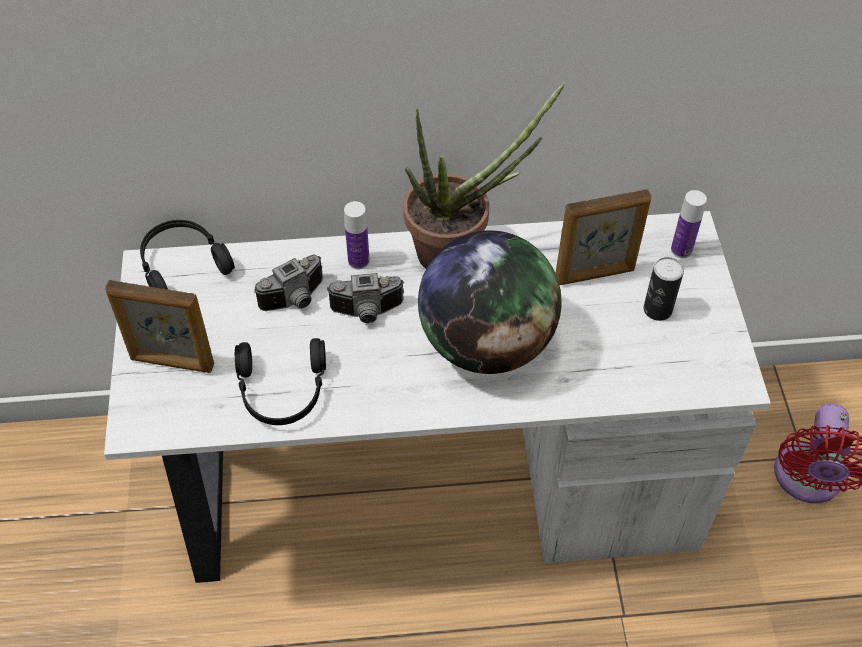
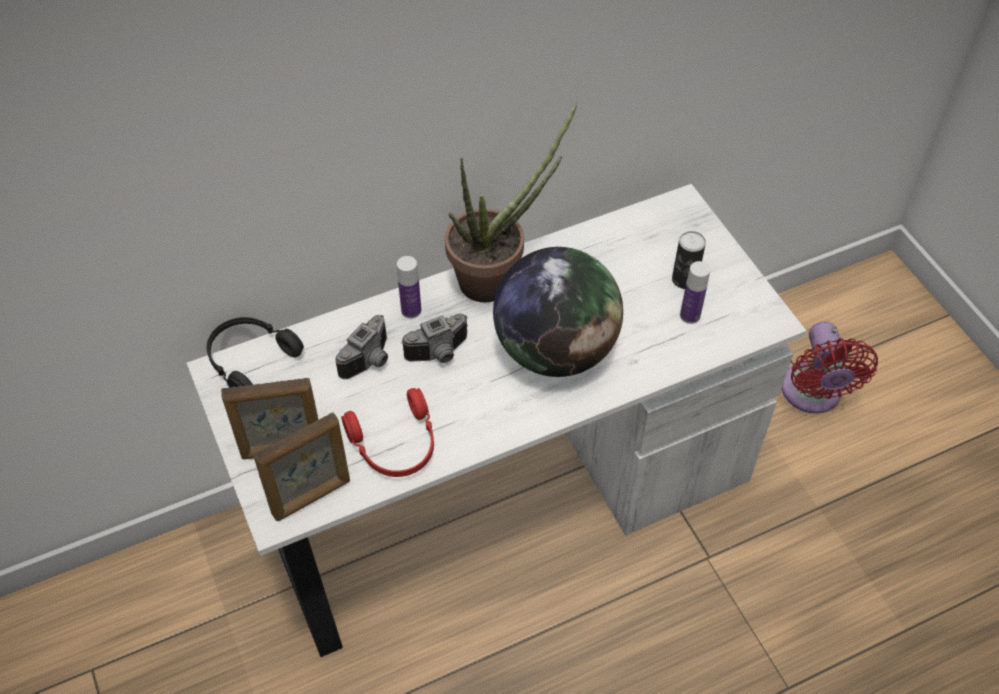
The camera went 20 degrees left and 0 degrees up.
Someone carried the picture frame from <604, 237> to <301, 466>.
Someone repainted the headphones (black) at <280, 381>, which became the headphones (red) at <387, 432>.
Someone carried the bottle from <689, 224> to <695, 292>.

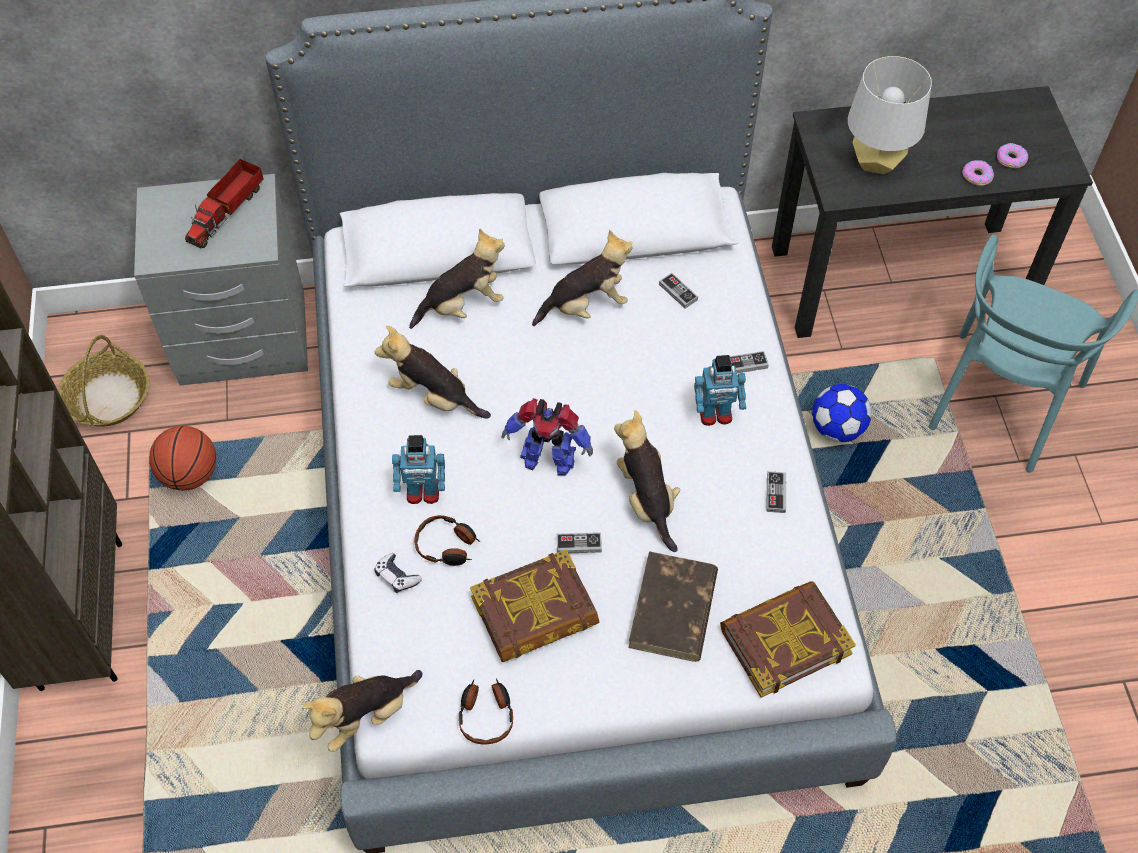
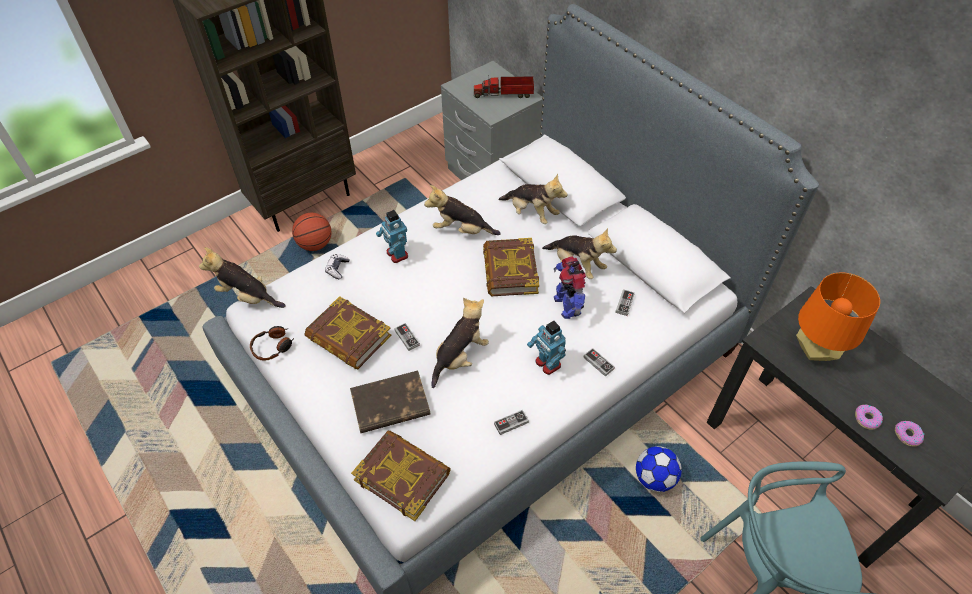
The camera went 60 degrees right and 5 degrees down.
Someone carried the basketball from <182, 458> to <311, 232>.
Someone rotated the plush toy at <433, 372> by 75 degrees counterclockwise.
Someone put down the book at <511, 267>.
Someone carried the toy robot from <547, 436> to <570, 287>.
Someone repainted the table lamp (grey) at <890, 115>, which became the table lamp (orange) at <838, 316>.
Someone took away the basket at <103, 381>.
Someone took away the headphones at <447, 540>.

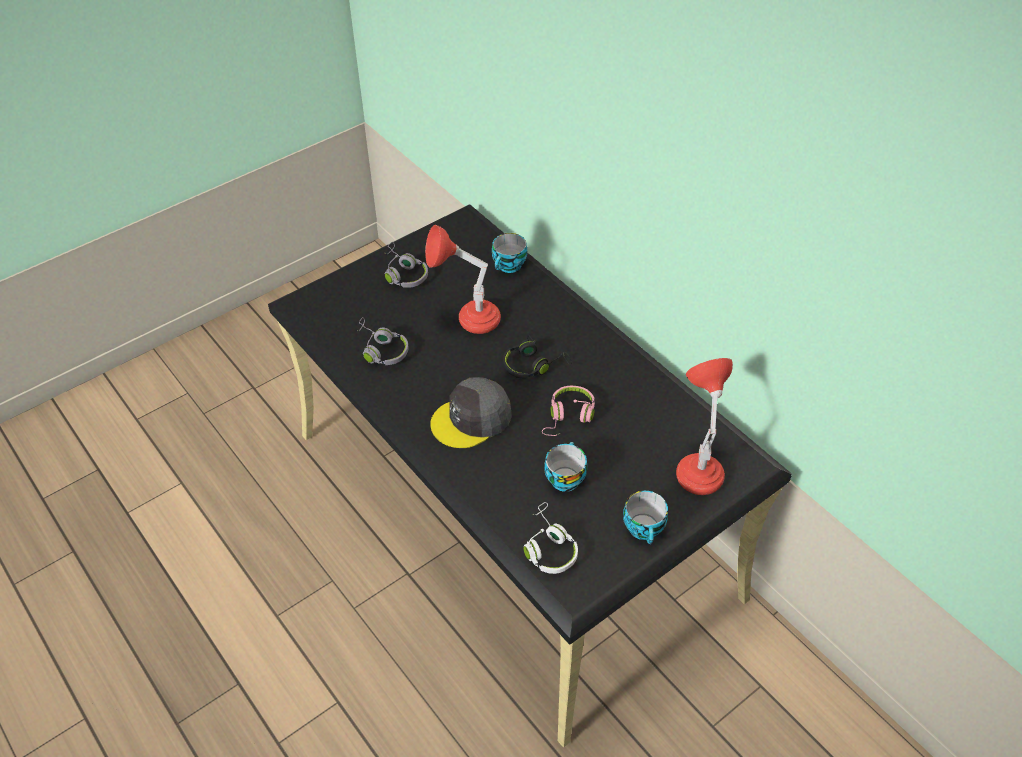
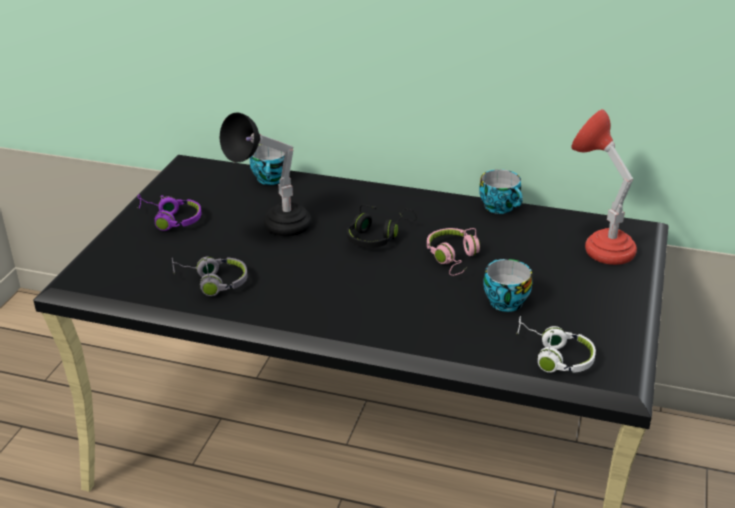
The camera went 35 degrees left and 15 degrees down.
Someone repainted the headphones (grey) at <406, 265>, which became the headphones (purple) at <169, 212>.
Someone repainted the table lamp (red) at <463, 279>, which became the table lamp (black) at <266, 174>.
Someone carried the cup from <645, 517> to <501, 191>.
Someone took away the cap (grey) at <471, 412>.

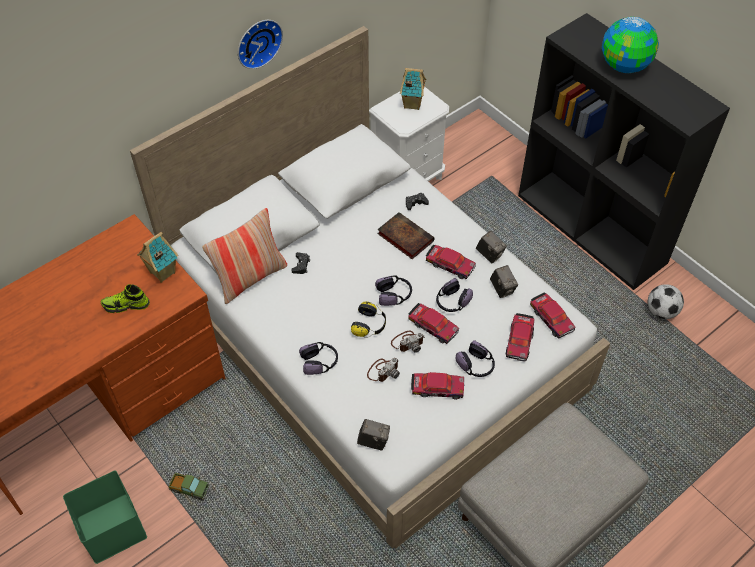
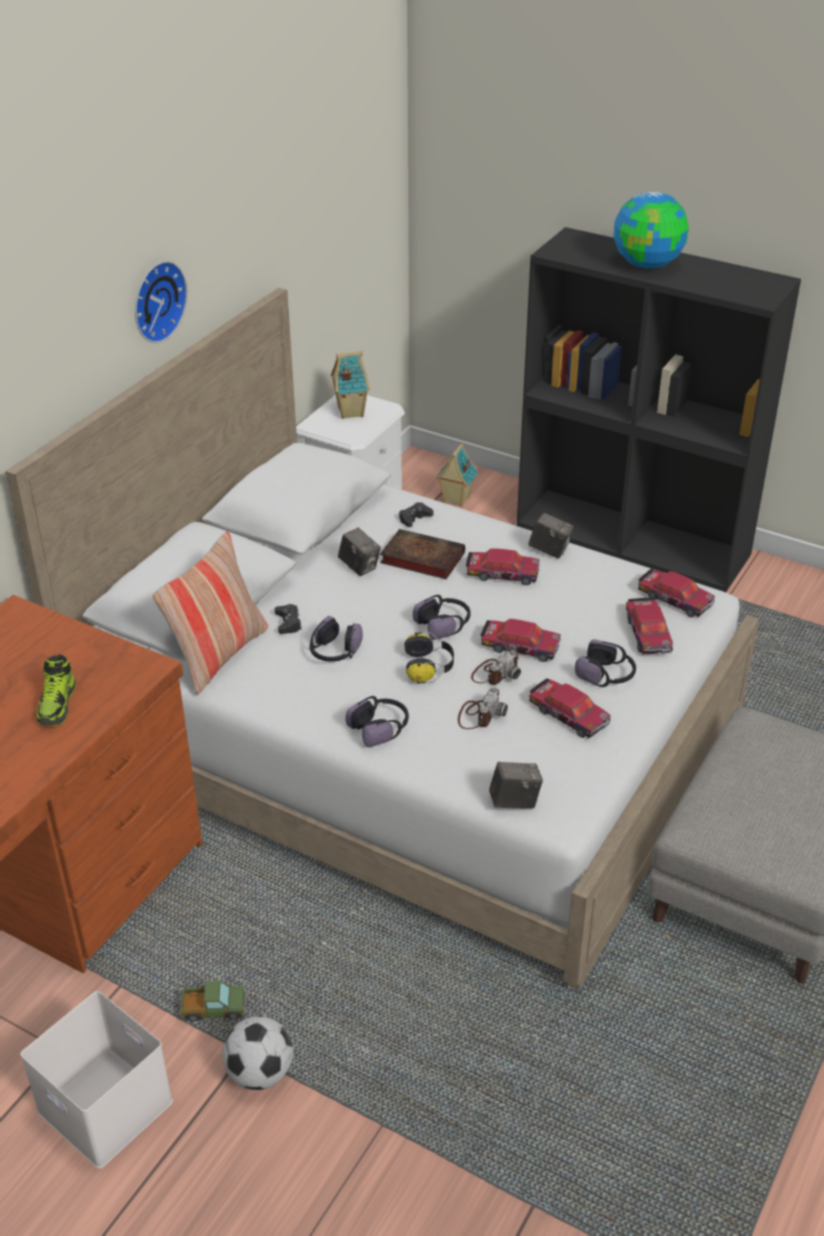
The camera went 20 degrees left and 15 degrees down.
Someone repainted the storage box (green) at <105, 517>, which became the storage box (white) at <96, 1080>.
Someone rotated the shoe at <125, 298> by 60 degrees counterclockwise.
Someone carried the football from <666, 301> to <257, 1053>.
Someone carried the headphones from <454, 295> to <336, 639>.
Someone carried the photo camera from <504, 281> to <359, 552>.
Someone carried the toy house from <157, 257> to <457, 475>.
Someone rotated the toy car at <437, 386> by 60 degrees clockwise.

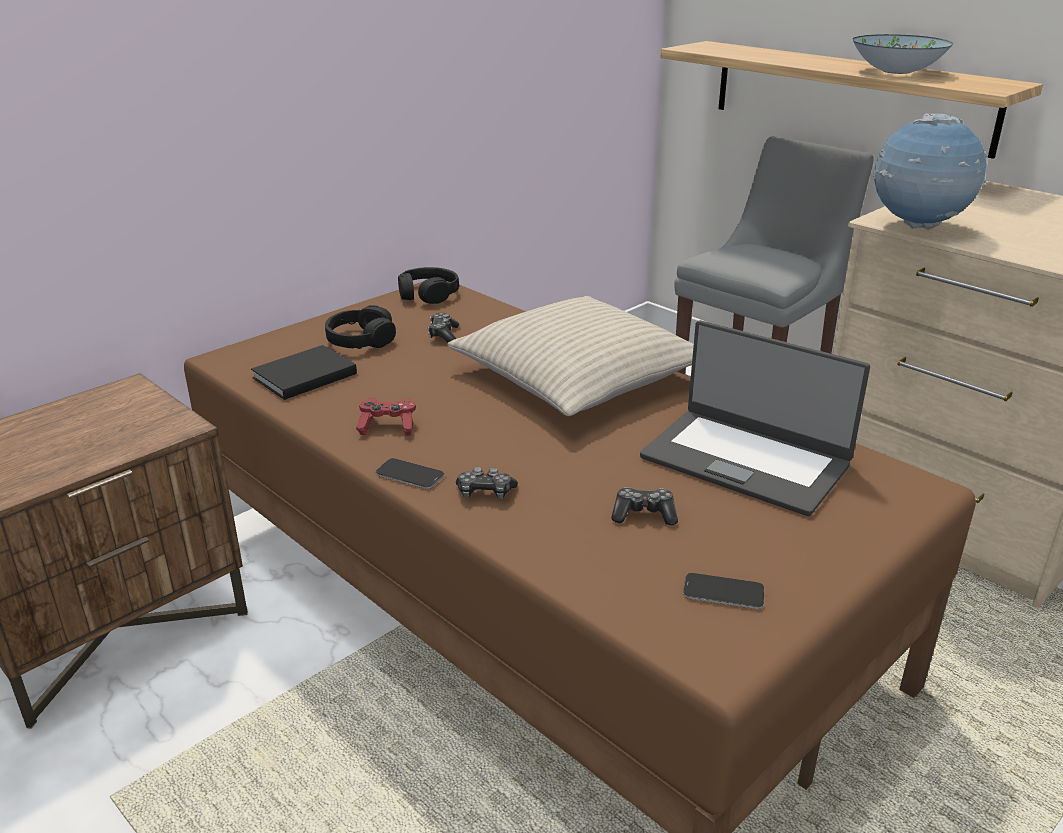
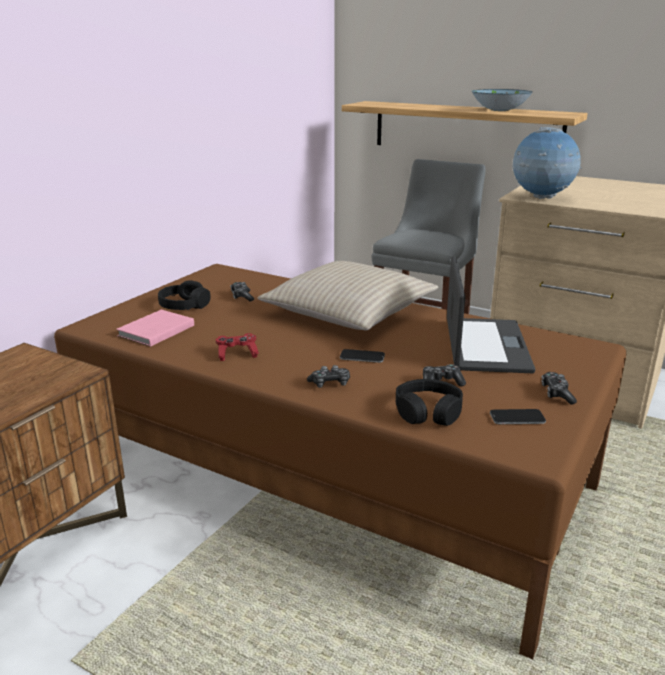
The camera went 15 degrees left and 5 degrees down.
Someone repainted the book (black) at <304, 372>, which became the book (pink) at <155, 328>.
Someone carried the phone from <410, 473> to <362, 356>.
Someone carried the headphones (black) from <428, 285> to <429, 402>.
Someone rotated the laptop at <755, 418> by 105 degrees counterclockwise.
Someone put down the game controller at <559, 388>.

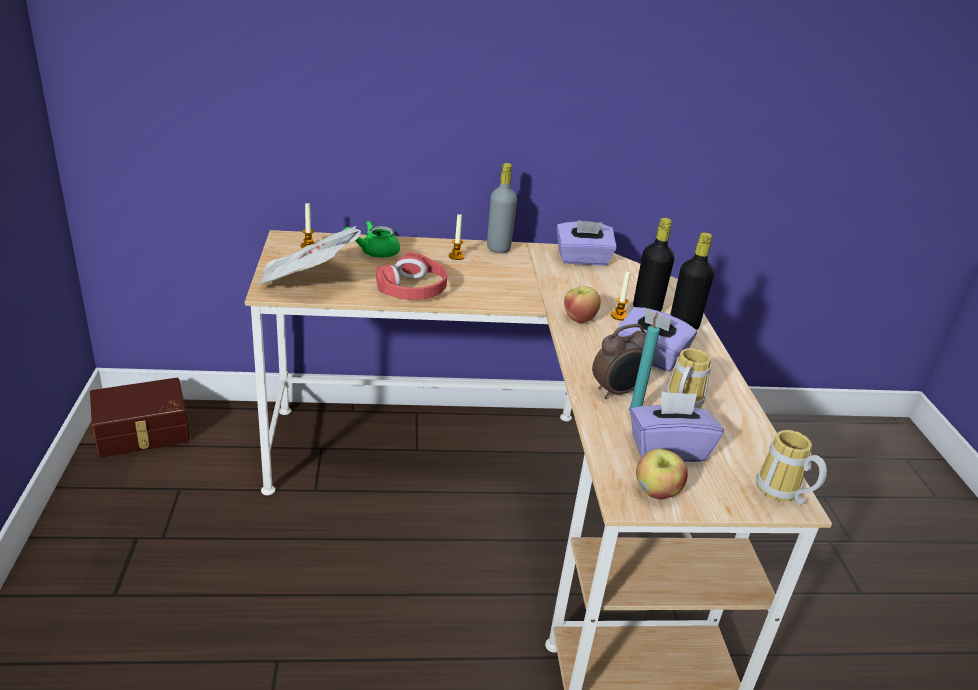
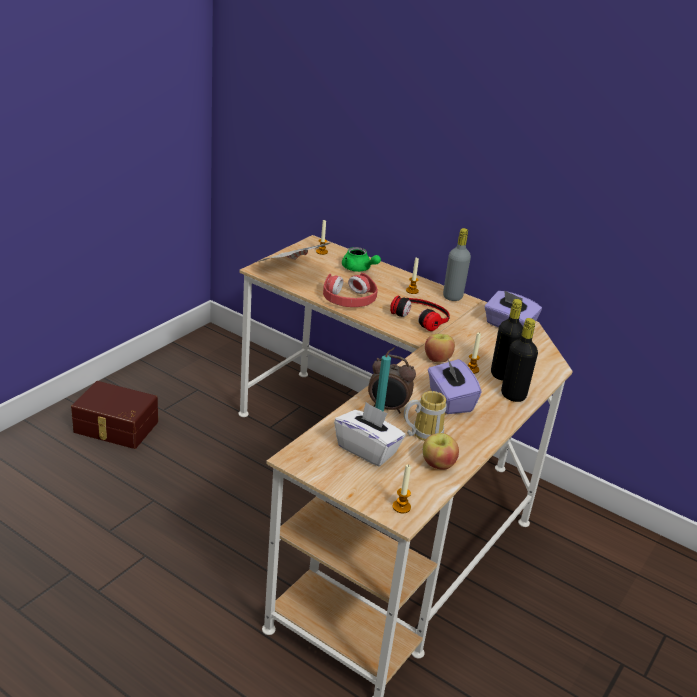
The camera went 40 degrees right and 0 degrees up.
Someone carried the storage box (brown) from <140, 418> to <114, 415>.
Someone repainted the tissue box (purple) at <677, 426>, which became the tissue box (white) at <369, 434>.
Someone rotated the teapot (green) at <372, 239> by 150 degrees counterclockwise.
Someone put down the headphones at <420, 313>.
Someone swapped the mug at <791, 467> for the candle at <401, 488>.
Someone carried the apple from <662, 474> to <441, 451>.

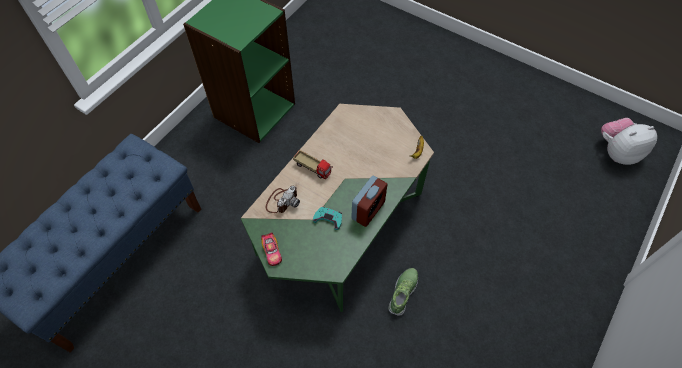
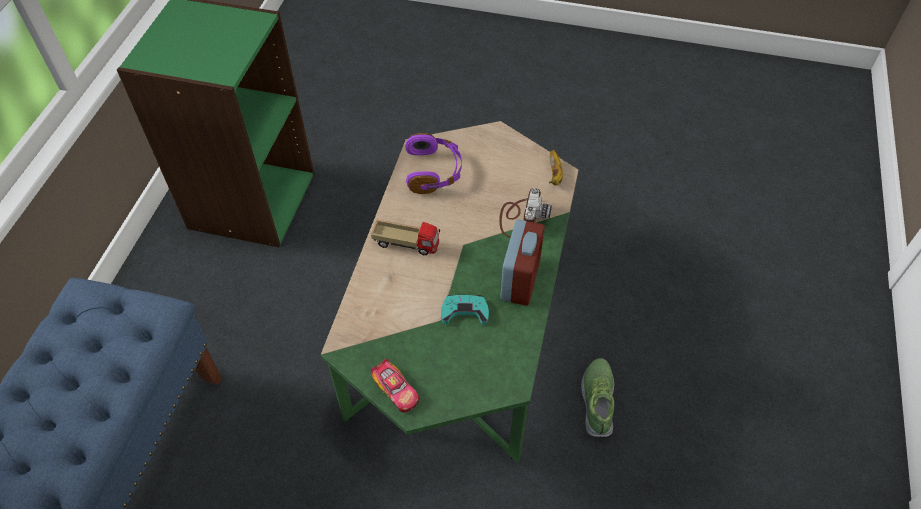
The camera went 20 degrees left and 5 degrees down.
Someone put down the headphones (purple) at <433, 163>.
Someone carried the photo camera from <283, 199> to <525, 213>.
Someone took away the plush toy at <629, 141>.

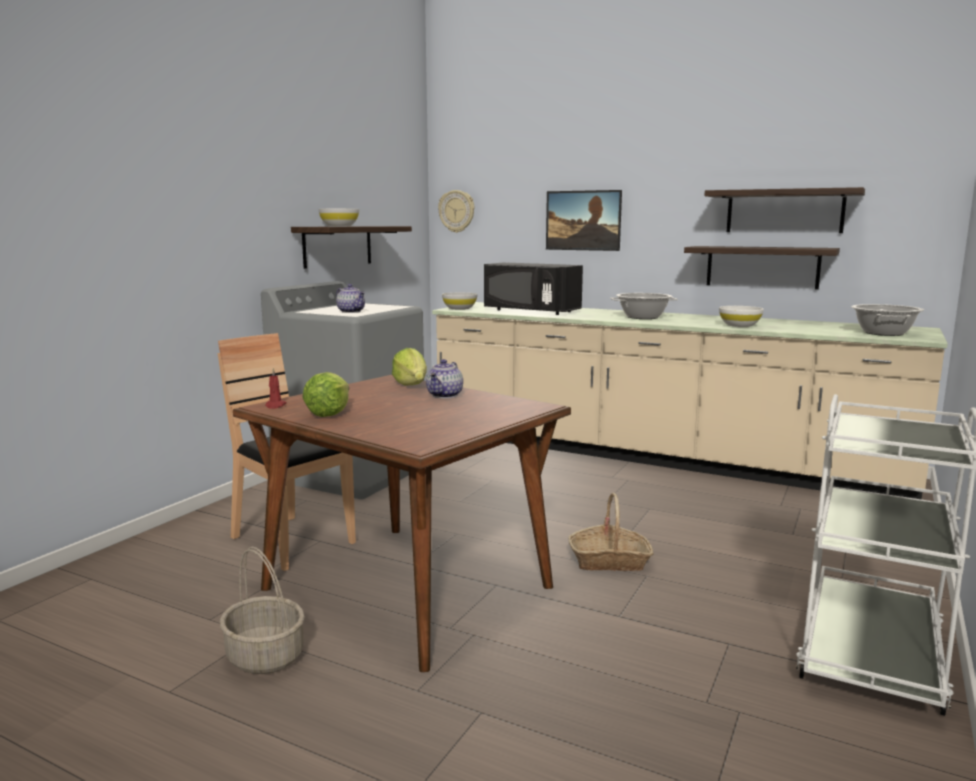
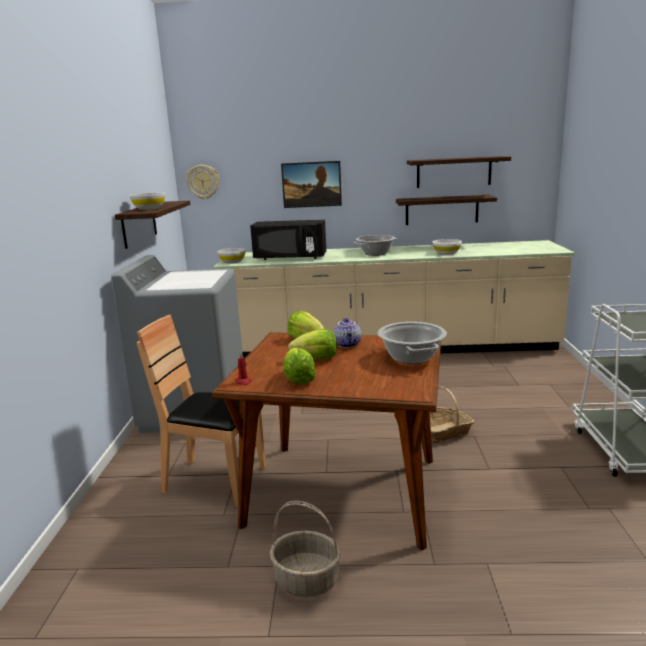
The camera went 25 degrees left and 5 degrees up.
Someone put down the lettuce at <312, 344>.
Someone carried the cooking pot from <887, 320> to <412, 343>.
Someone took away the teapot at <350, 298>.

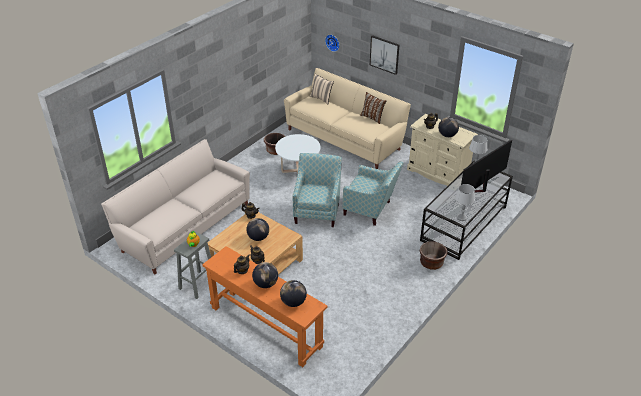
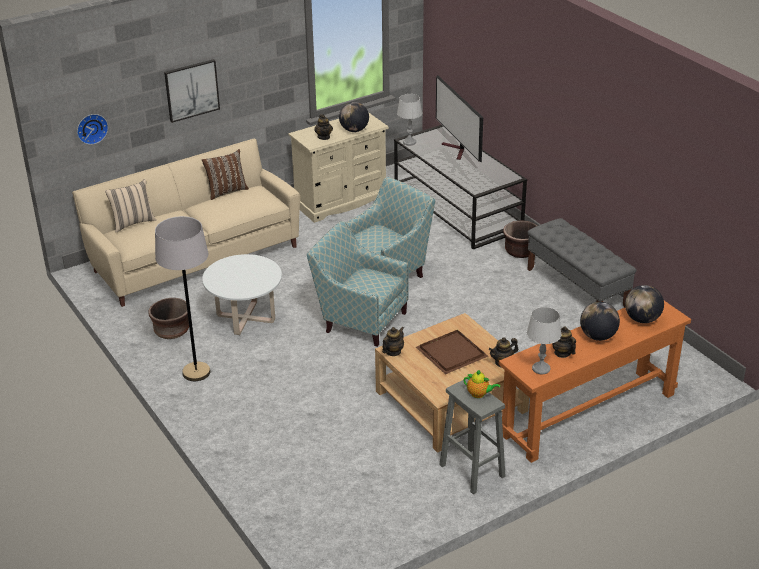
The camera went 70 degrees left and 5 degrees down.
Someone put down the floor lamp (grey) at <183, 298>.
Someone swapped the globe at <257, 229> for the tray (brown) at <452, 352>.
Someone put down the bench (grey) at <581, 263>.
Someone carried the table lamp (grey) from <465, 202> to <544, 340>.
Someone took away the sofa (beige) at <175, 206>.

